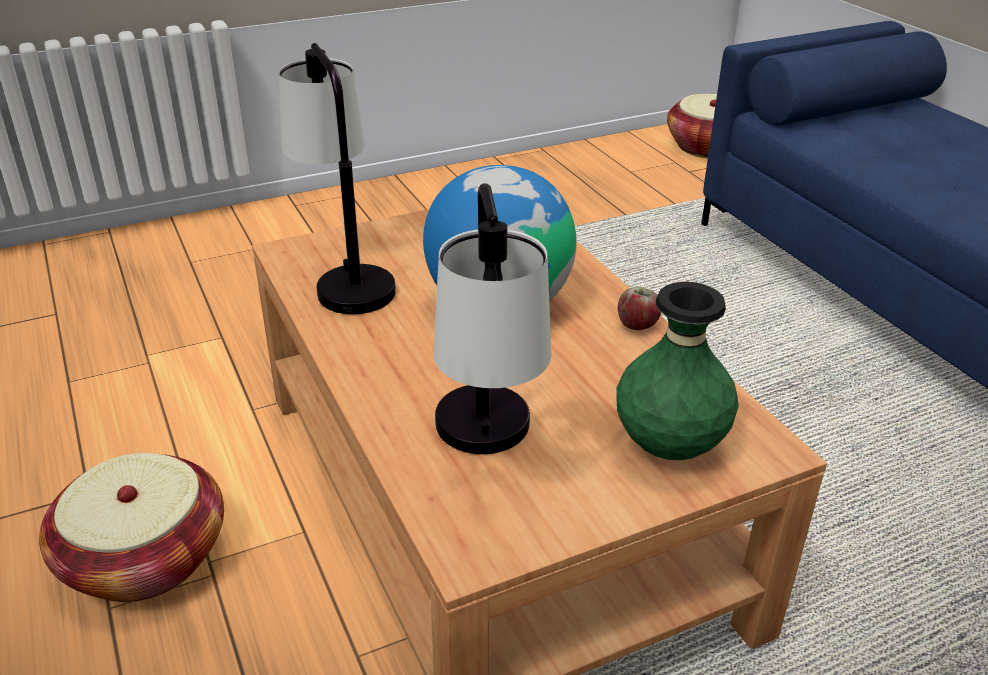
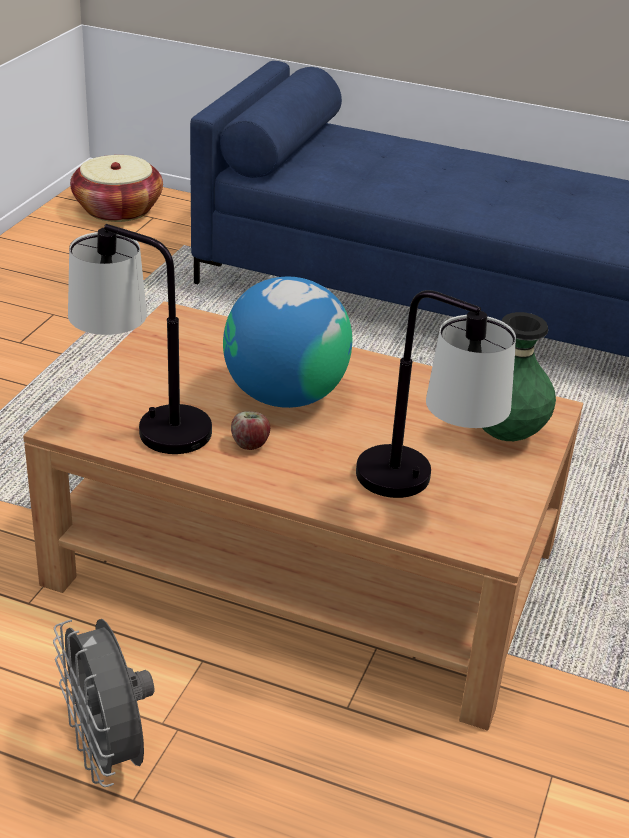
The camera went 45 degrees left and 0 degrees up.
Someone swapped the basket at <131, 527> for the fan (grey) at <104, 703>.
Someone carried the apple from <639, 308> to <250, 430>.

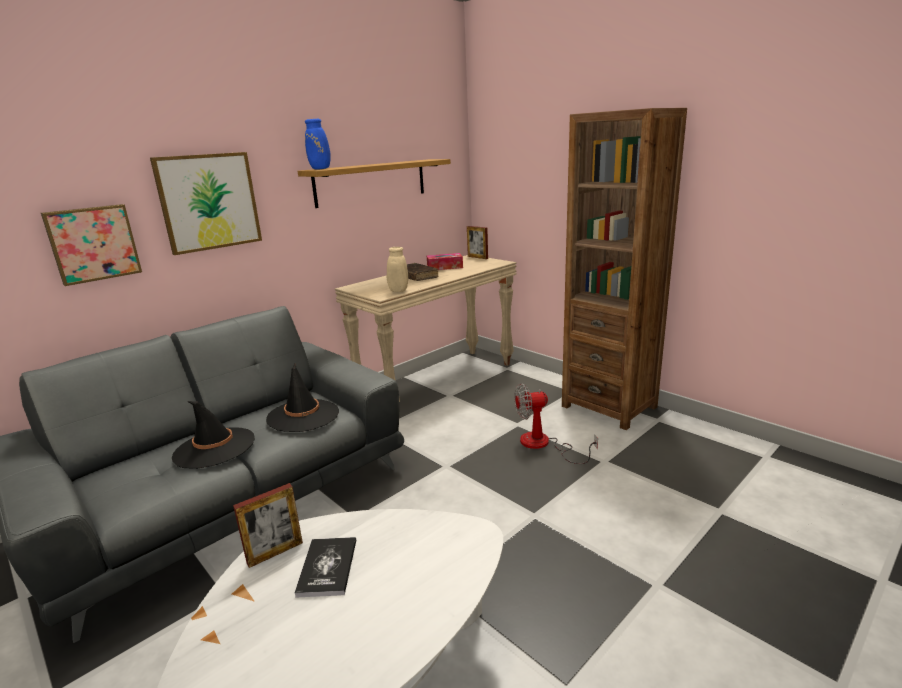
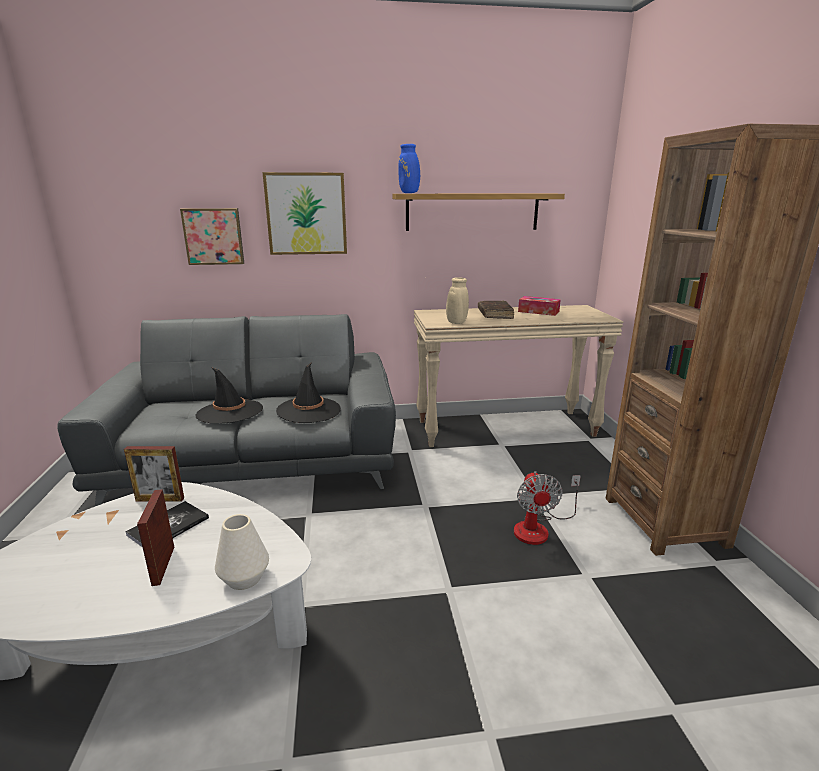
The camera went 35 degrees right and 0 degrees up.
Someone carried the picture frame from <477, 242> to <155, 537>.
Someone put down the vase (white) at <242, 552>.
Someone rotated the fan at <556, 423> by 120 degrees counterclockwise.

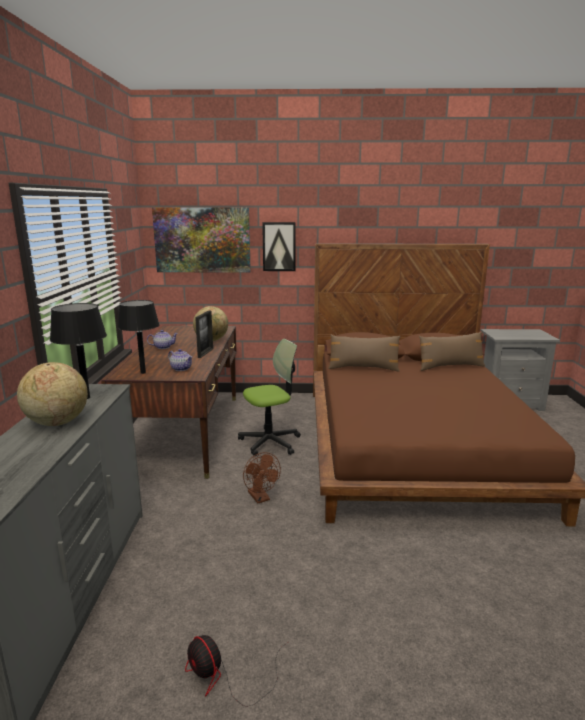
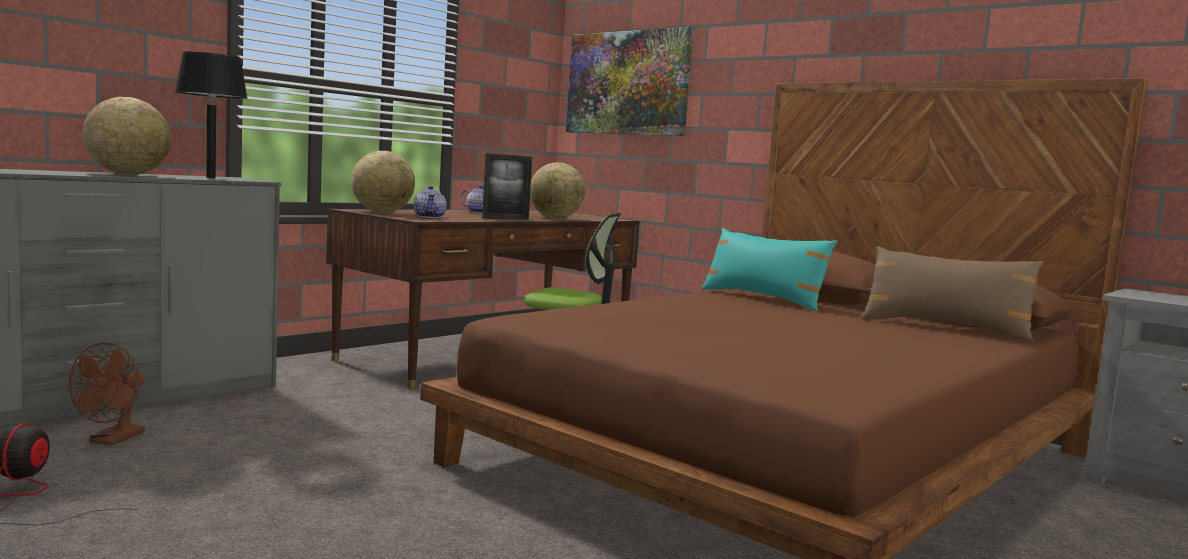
The camera went 40 degrees right and 10 degrees down.
Someone carried the fan (brown) from <262, 477> to <107, 394>.
Someone swapped the table lamp (black) at <138, 337> for the globe at <383, 182>.
Someone repainted the pillow (brown) at <364, 353>, which became the pillow (turquoise) at <769, 269>.
Someone took away the picture at <279, 246>.

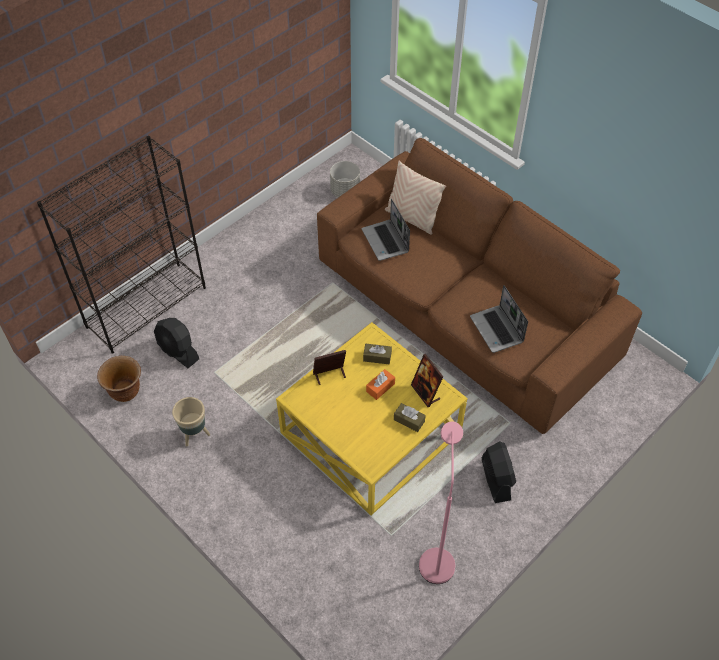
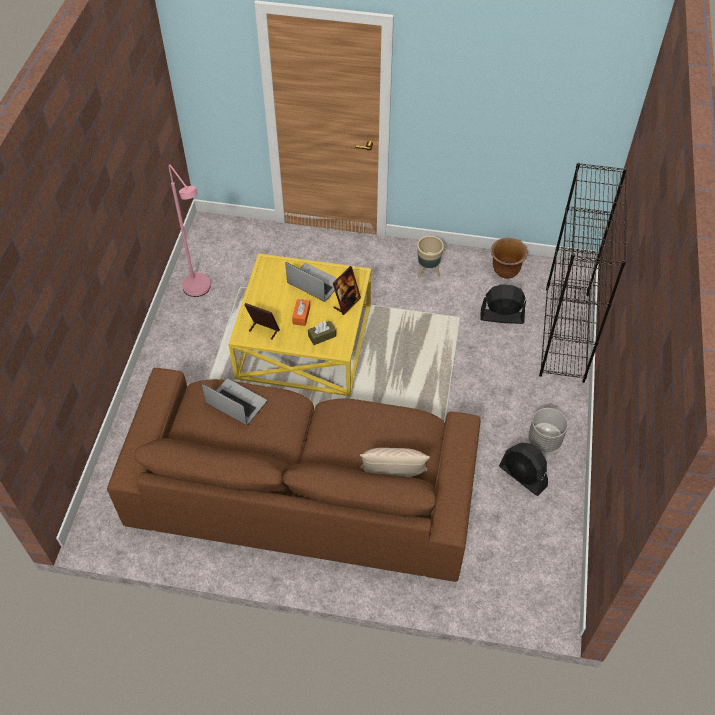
The camera went 145 degrees right and 0 degrees up.
Someone carried the laptop from <386, 229> to <311, 282>.
Someone carried the fan (black) from <499, 472> to <523, 469>.
Someone carried the planter (grey) from <345, 179> to <548, 430>.
Someone took away the tissue box (brown) at <410, 417>.

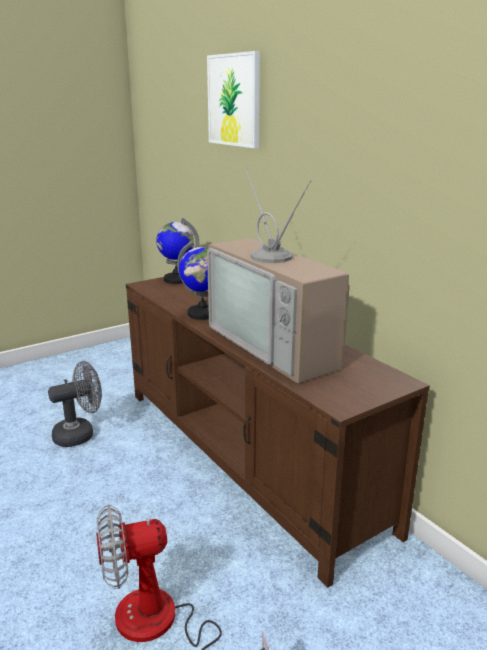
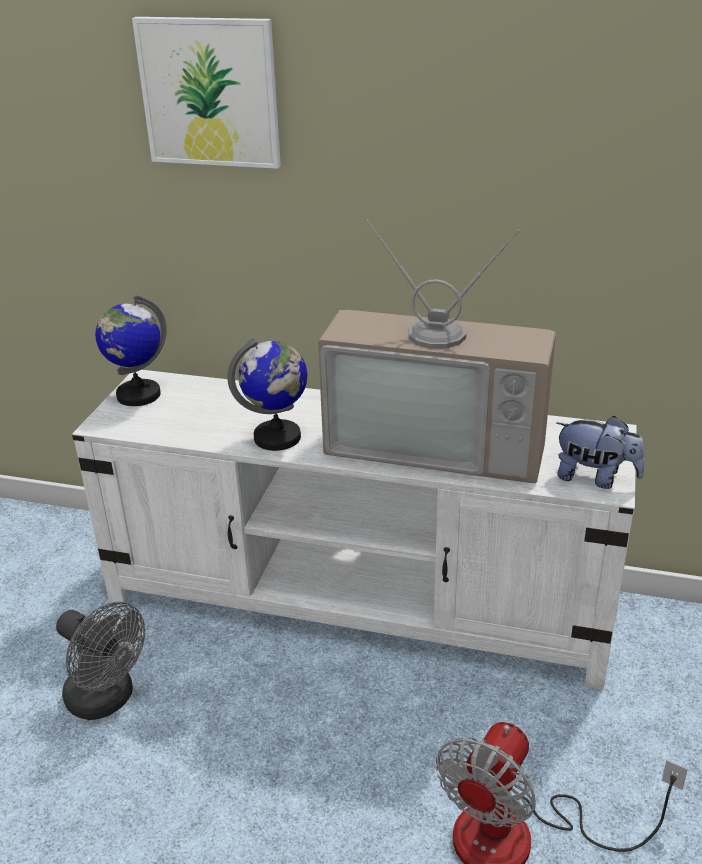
The camera went 40 degrees left and 10 degrees up.
Someone rotated the fan (grey) at <75, 404> by 105 degrees clockwise.
Someone repainted the tv stand (brown) at <278, 432>, which became the tv stand (white) at <354, 530>.
Someone put down the plush toy at <600, 452>.

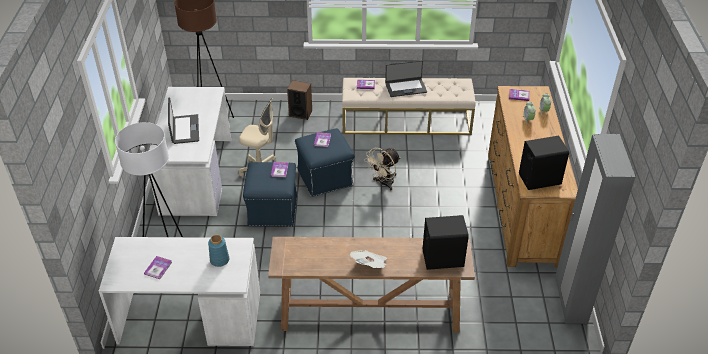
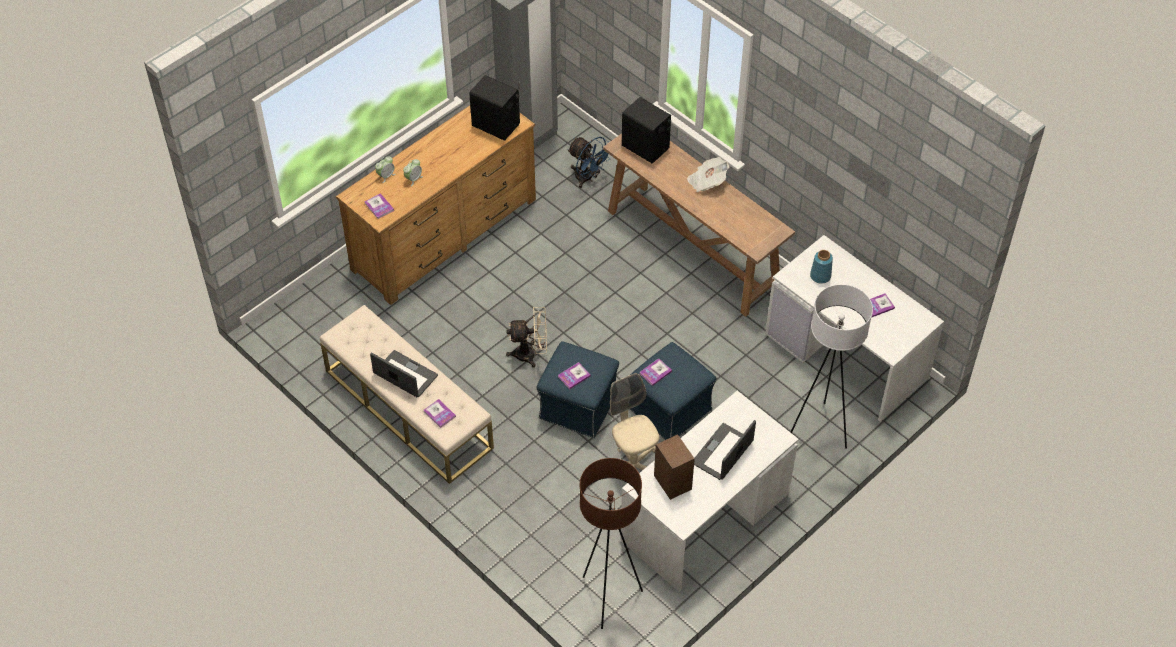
The camera went 135 degrees left and 10 degrees up.
Someone put down the fan (blue) at <588, 162>.
Someone carried the speaker from <299, 100> to <674, 467>.

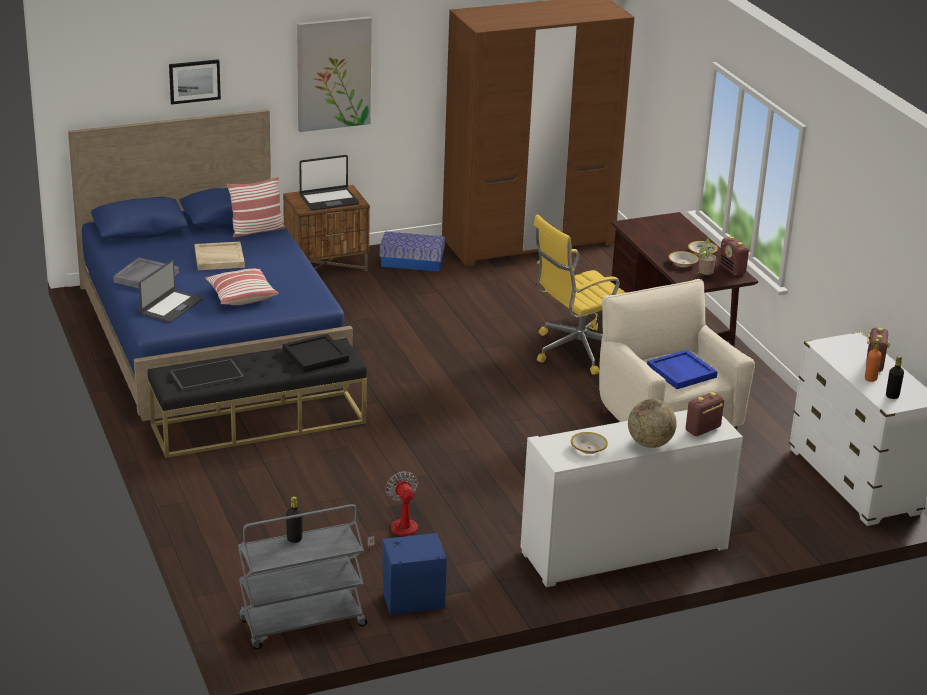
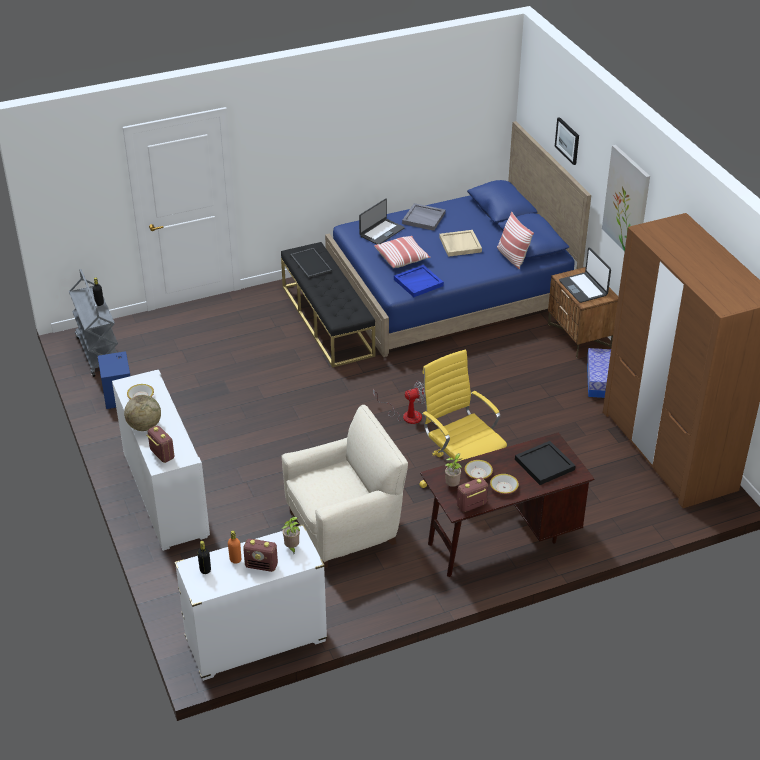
The camera went 90 degrees right and 10 degrees up.
Someone put down the potted plant at <291, 535>.
Someone rotated the laptop at <170, 291> by 75 degrees counterclockwise.
Someone carried the fan from <392, 512> to <399, 402>.
Someone carried the tray (blue) from <682, 369> to <419, 281>.
Someone carried the tray (black) from <316, 353> to <545, 463>.

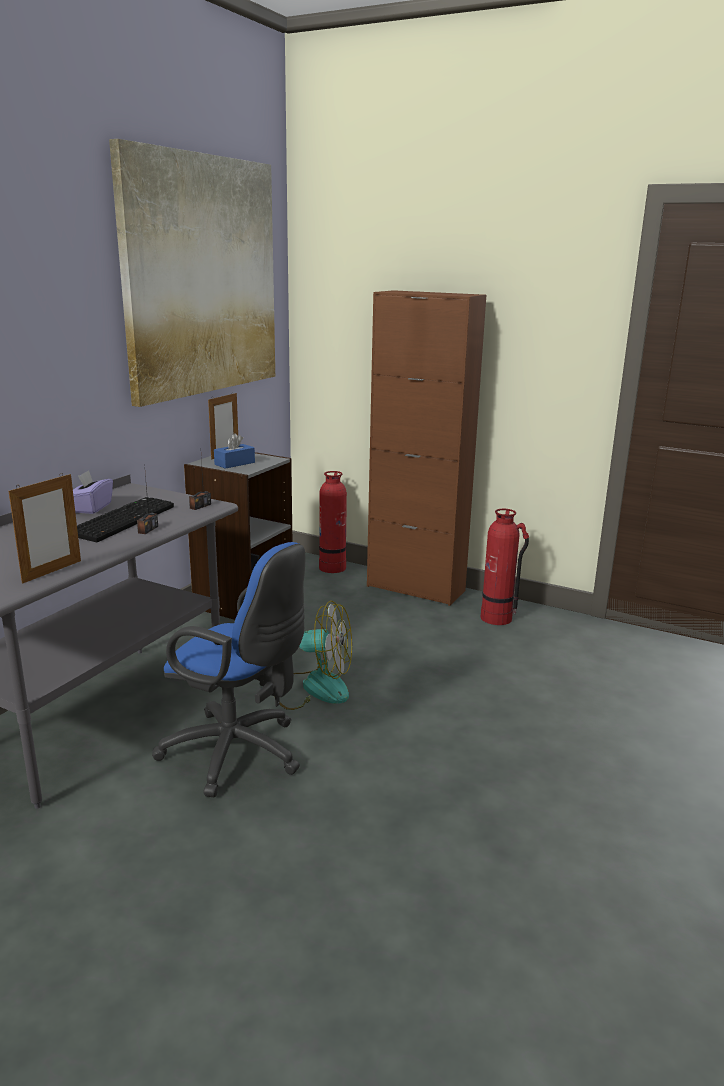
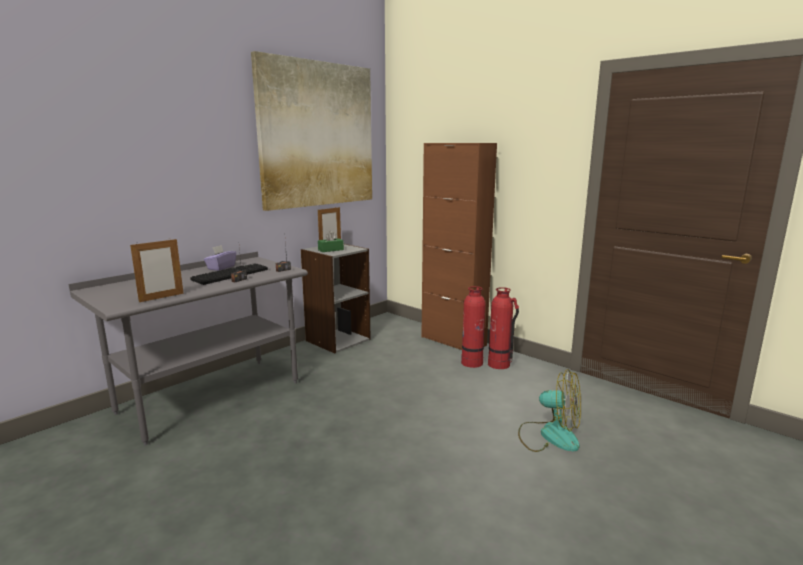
The camera went 15 degrees right and 5 degrees down.
Someone repainted the tissue box (blue) at <234, 451>, which became the tissue box (green) at <331, 241>.
Someone carried the fire extinguisher from <333, 522> to <473, 327>.
Someone carried the fan from <313, 655> to <549, 410>.
Someone took away the office chair (blue) at <228, 669>.

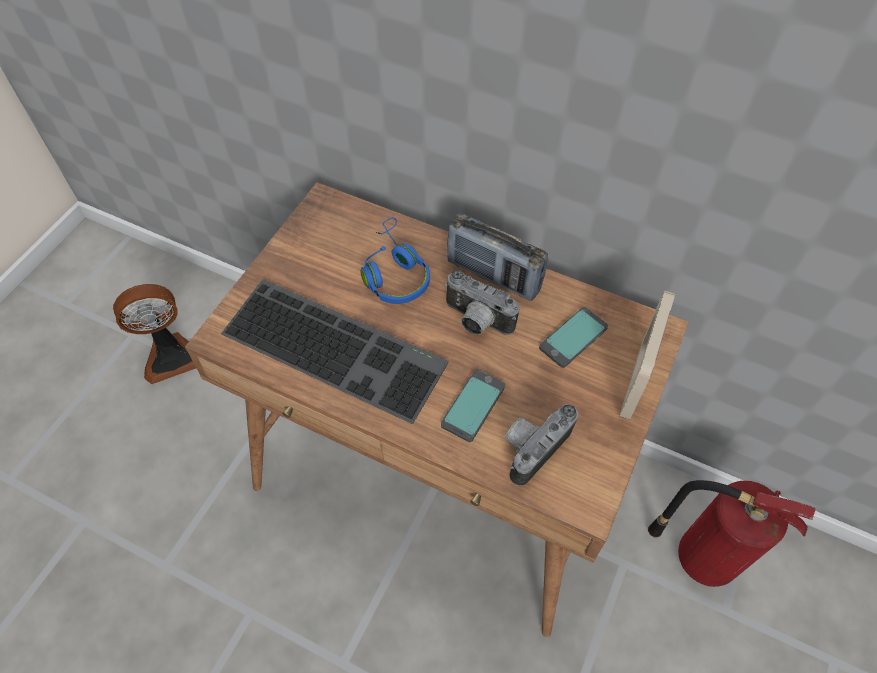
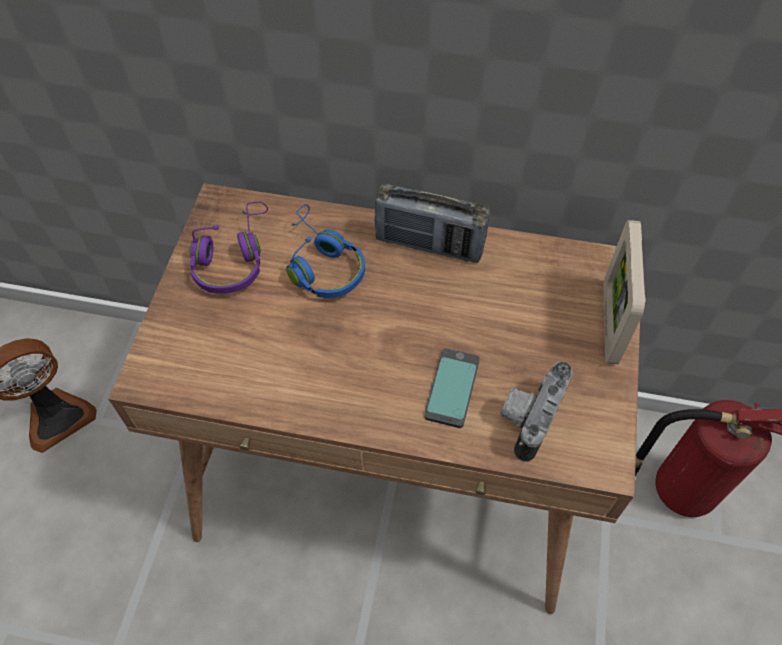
The camera went 15 degrees left and 0 degrees up.
Someone put down the headphones (purple) at <229, 248>.
Someone took away the keyboard at <335, 351>.
Someone took away the photo camera at <482, 302>.
Someone took away the phone at <573, 337>.

